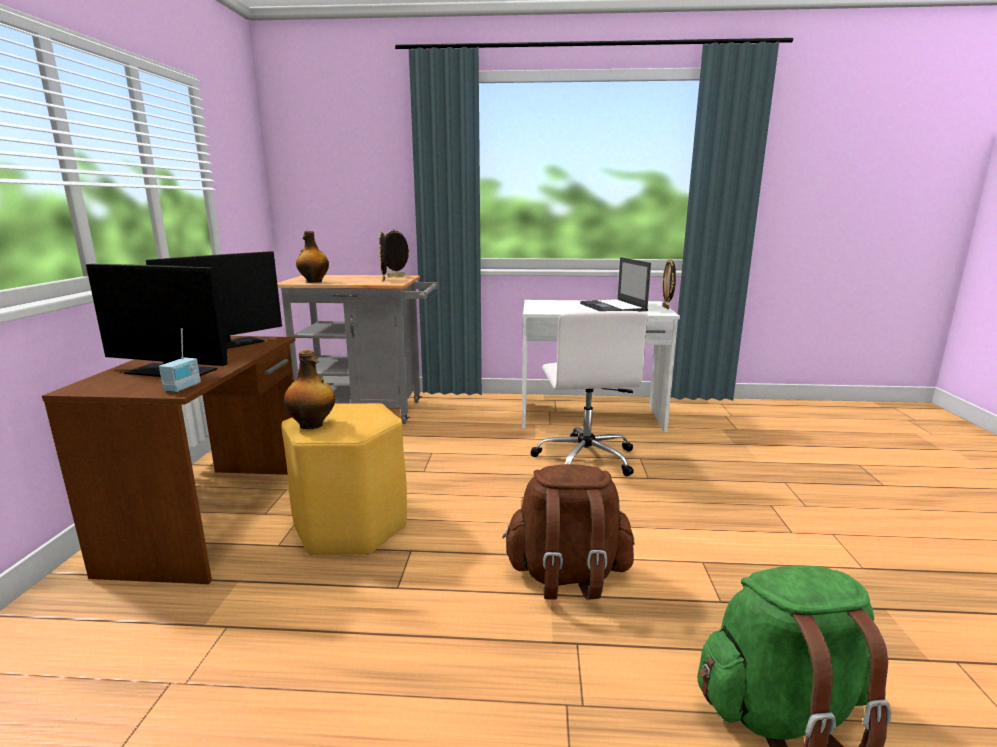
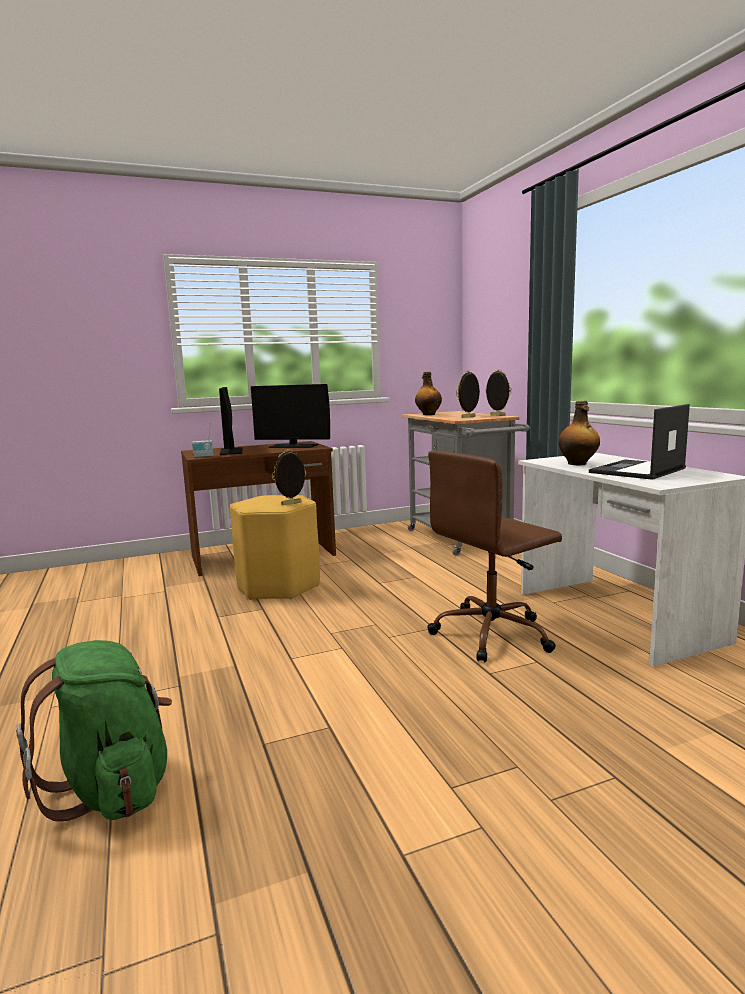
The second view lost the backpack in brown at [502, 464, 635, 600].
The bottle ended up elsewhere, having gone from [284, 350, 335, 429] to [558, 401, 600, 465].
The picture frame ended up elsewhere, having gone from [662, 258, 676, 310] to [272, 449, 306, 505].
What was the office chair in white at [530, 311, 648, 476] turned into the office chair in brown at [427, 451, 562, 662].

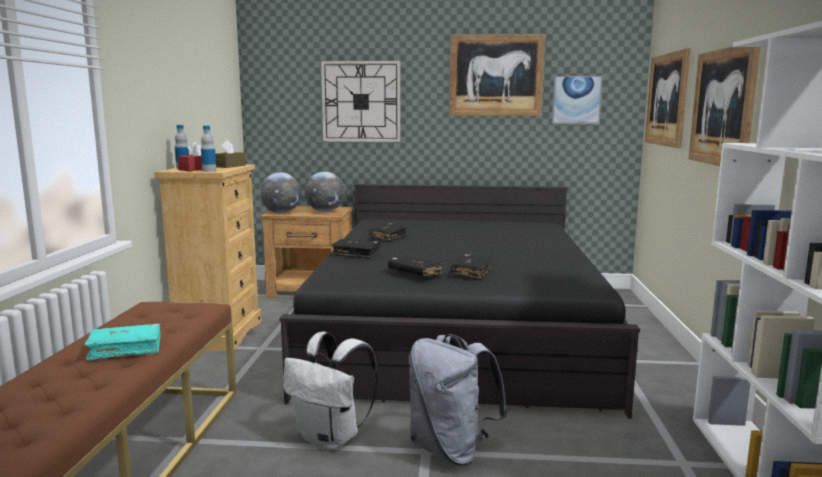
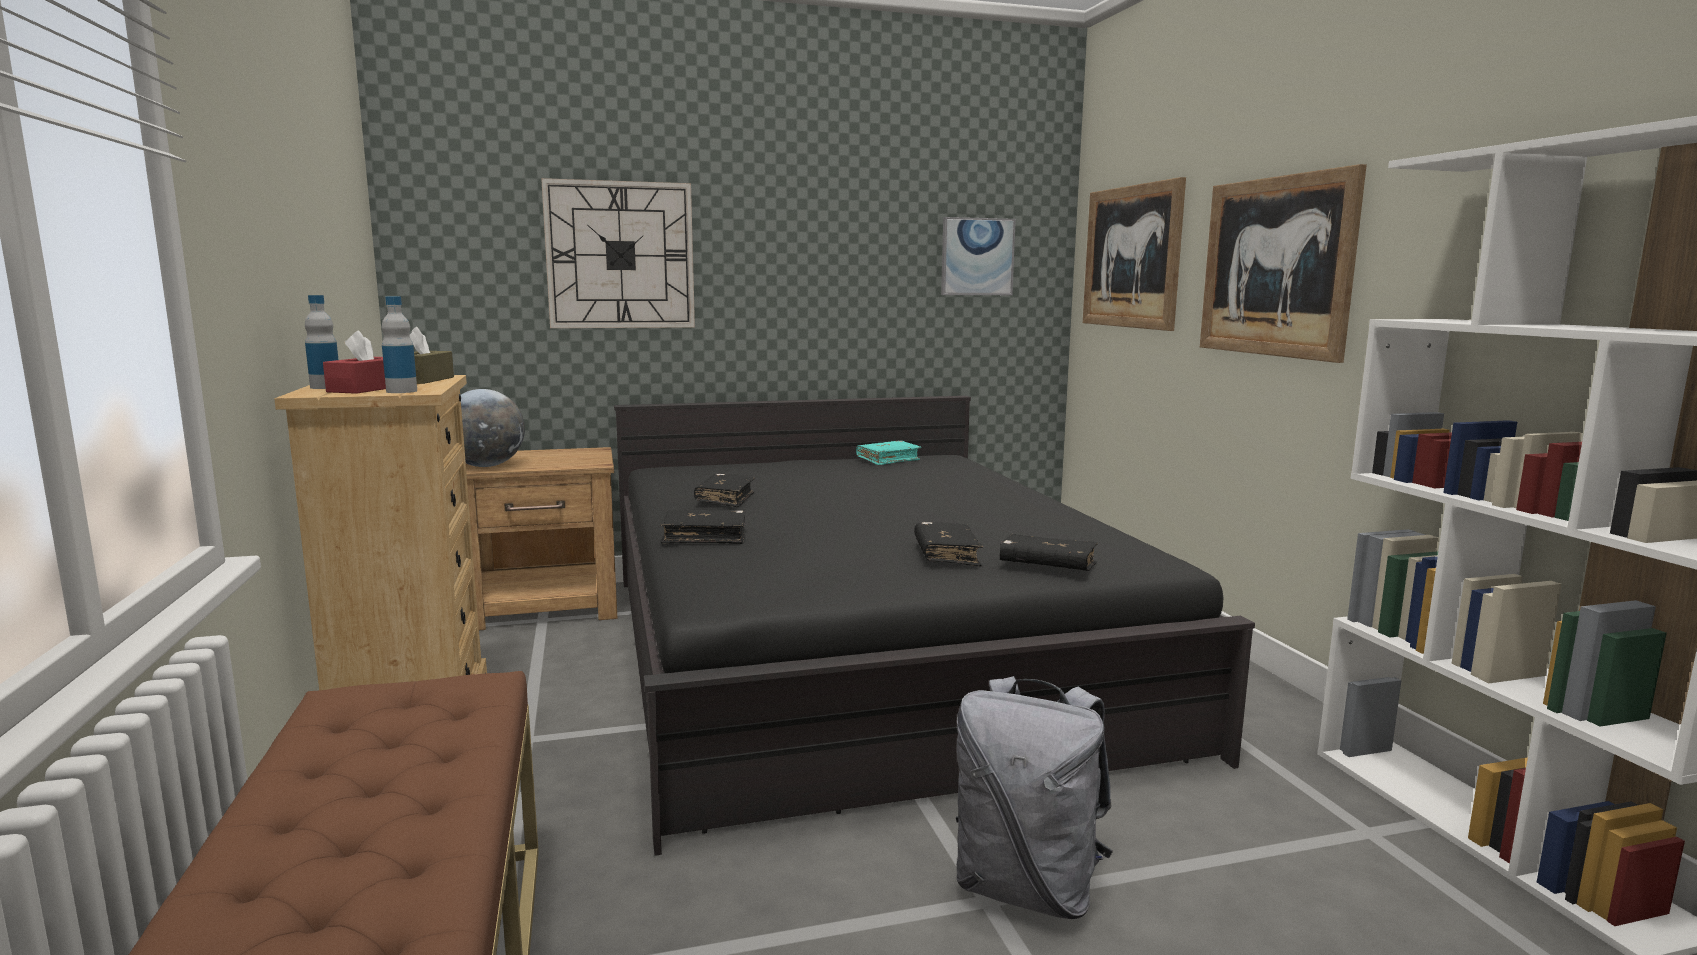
The second view lost the backpack in white at [283, 332, 378, 450].
The second view lost the globe at [305, 172, 345, 212].
The second view lost the picture at [449, 34, 545, 116].
The book in turquoise ended up elsewhere, having gone from [85, 323, 161, 360] to [856, 440, 921, 465].
The book in black ended up elsewhere, having gone from [388, 256, 445, 277] to [999, 534, 1098, 571].

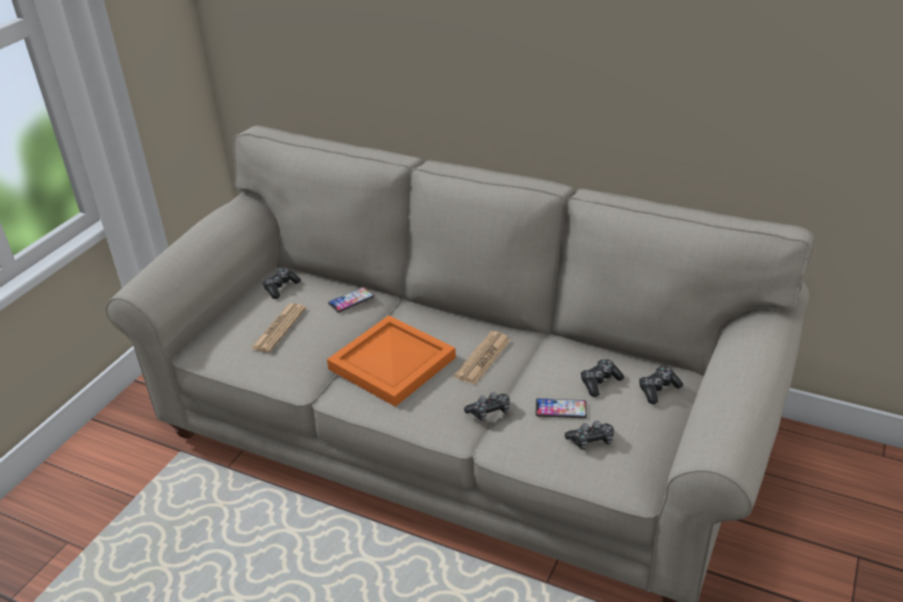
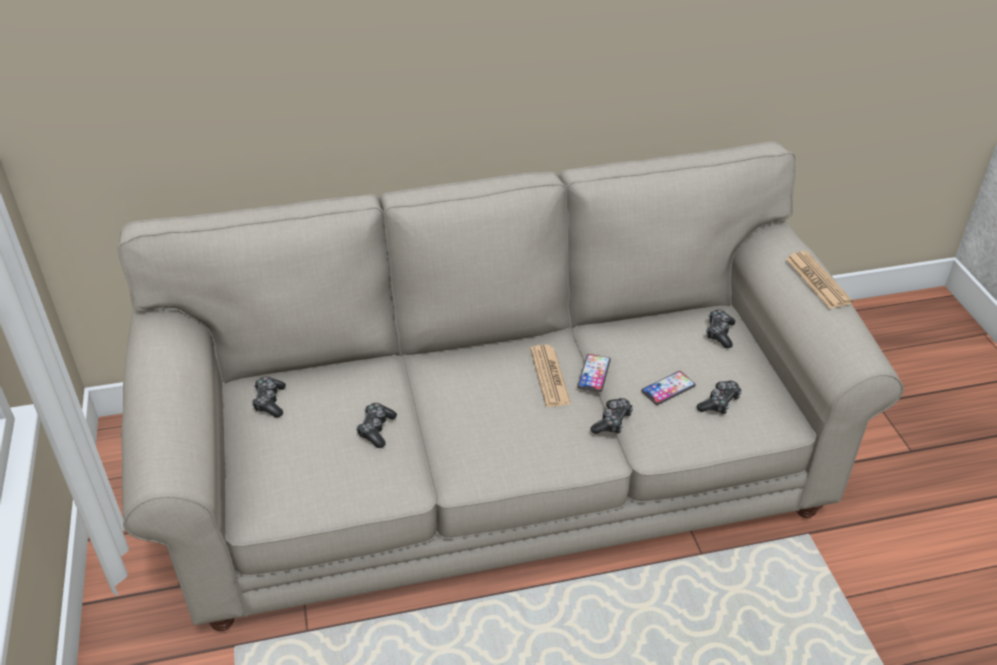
The second view lost the tray in orange at [327, 315, 456, 407].
The newspaper ended up elsewhere, having gone from [250, 303, 306, 353] to [786, 251, 853, 309].
The phone ended up elsewhere, having gone from [328, 287, 374, 313] to [577, 354, 611, 392].
The game controller ended up elsewhere, having gone from [581, 359, 624, 397] to [356, 403, 397, 448].

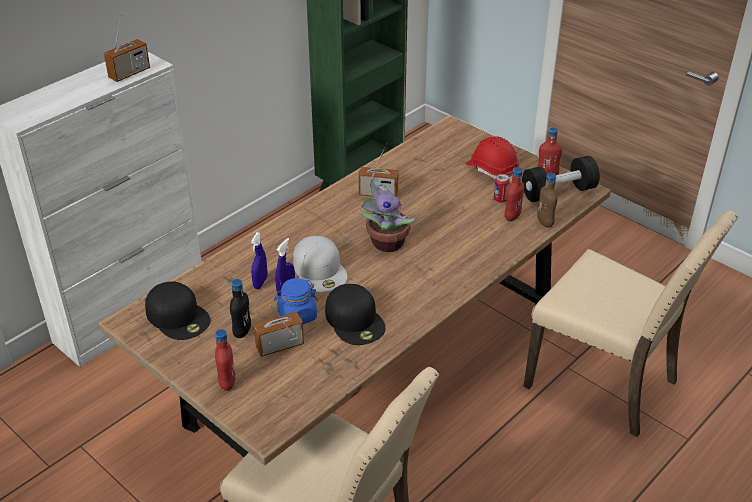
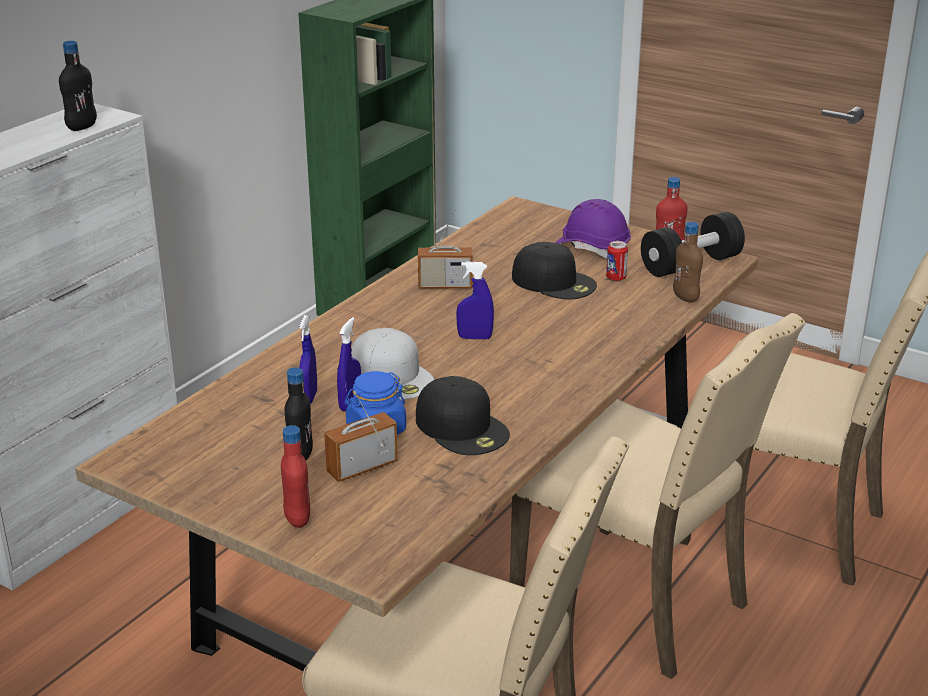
The second view lost the bottle in red at [505, 167, 524, 221].
The second view gained the chair in beige at [510, 313, 805, 679].
The cap in black ended up elsewhere, having gone from [145, 281, 211, 340] to [512, 242, 597, 299].
Where the radio stood at [104, 13, 150, 82], the bottle in black came to stand at [59, 41, 97, 131].
Where the potted plant stood at [360, 172, 418, 252], the spray bottle in blue came to stand at [456, 261, 494, 339].
What was the hard hat in red at [466, 136, 519, 182] turned into the hard hat in purple at [555, 199, 631, 259].

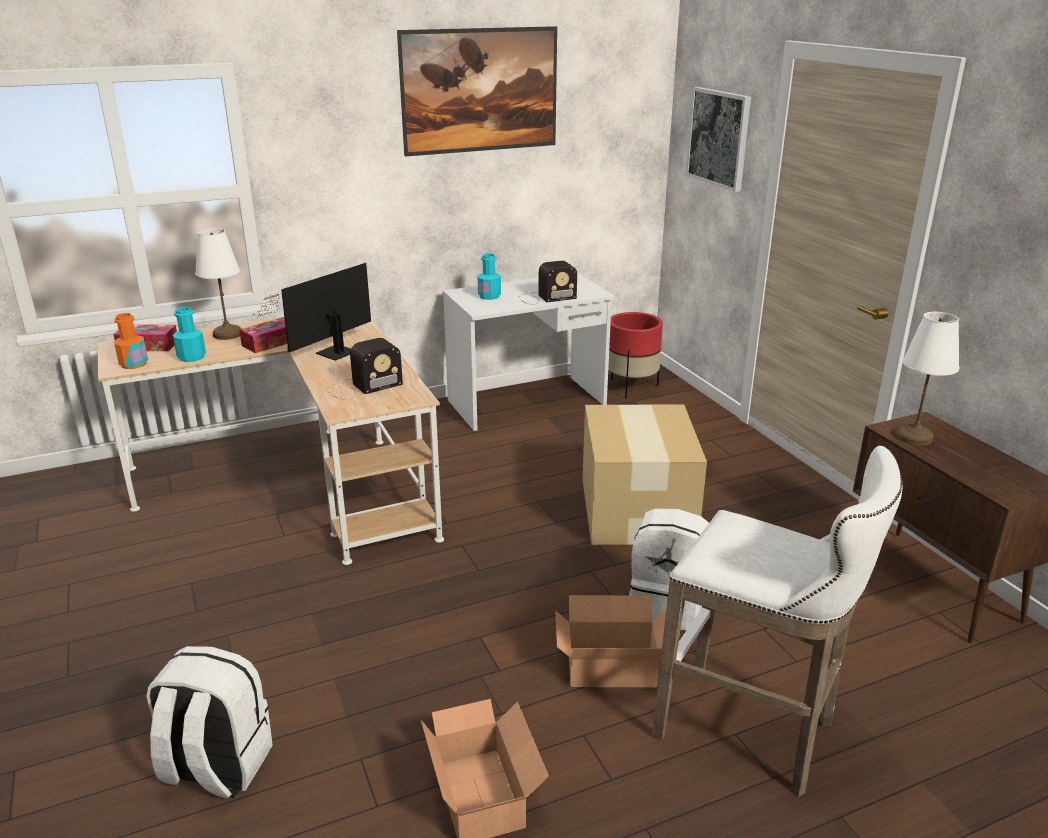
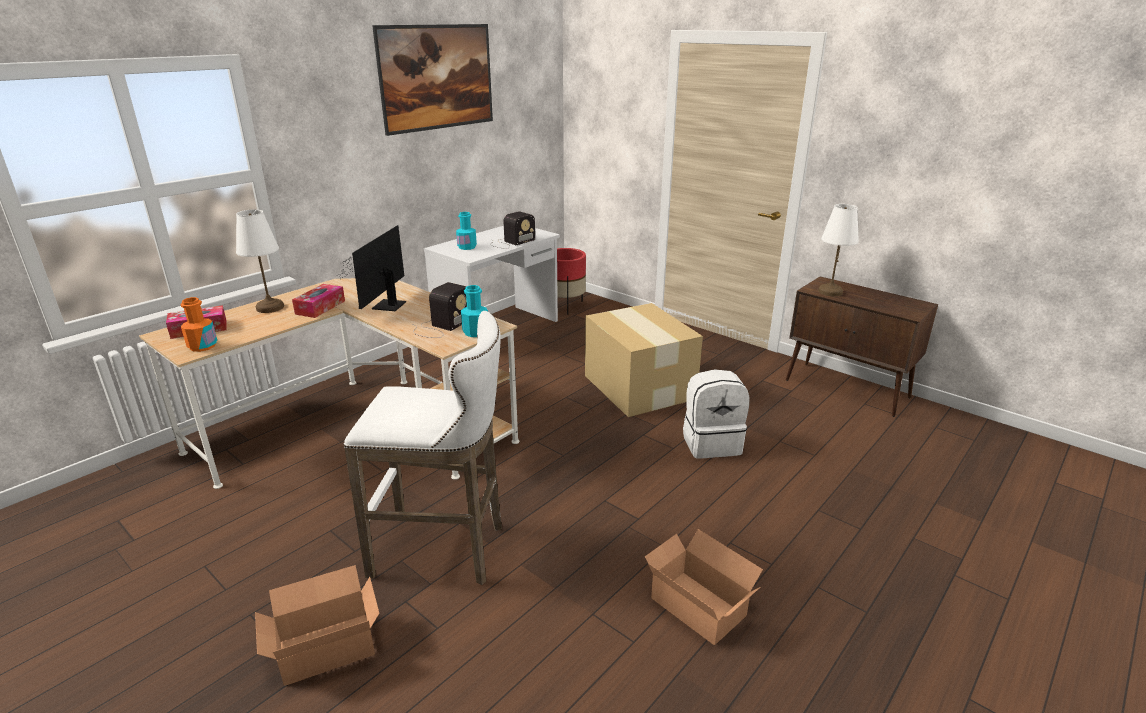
The second view lost the backpack in white at [147, 646, 273, 798].
The second view lost the picture at [686, 87, 751, 192].
The bottle in turquoise ended up elsewhere, having gone from [173, 307, 206, 362] to [461, 285, 488, 337].
The cardboard box ended up elsewhere, having gone from [555, 595, 666, 687] to [255, 565, 380, 686].
The stool in white ended up elsewhere, having gone from [652, 446, 902, 796] to [344, 311, 502, 585].

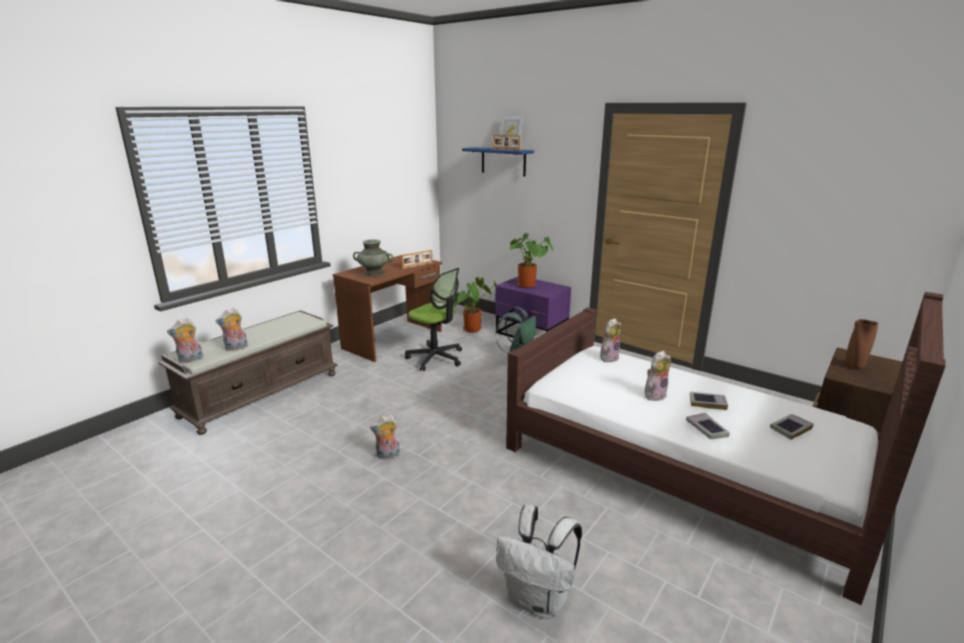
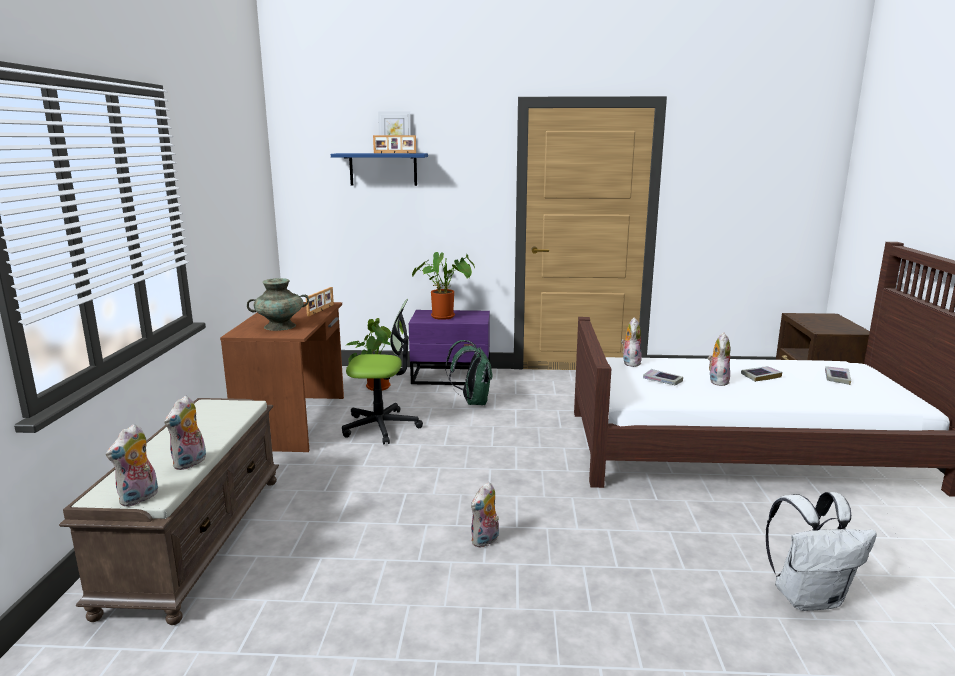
The second view lost the vase in brown at [845, 319, 878, 369].
The book ended up elsewhere, having gone from [686, 413, 730, 439] to [643, 369, 683, 385].

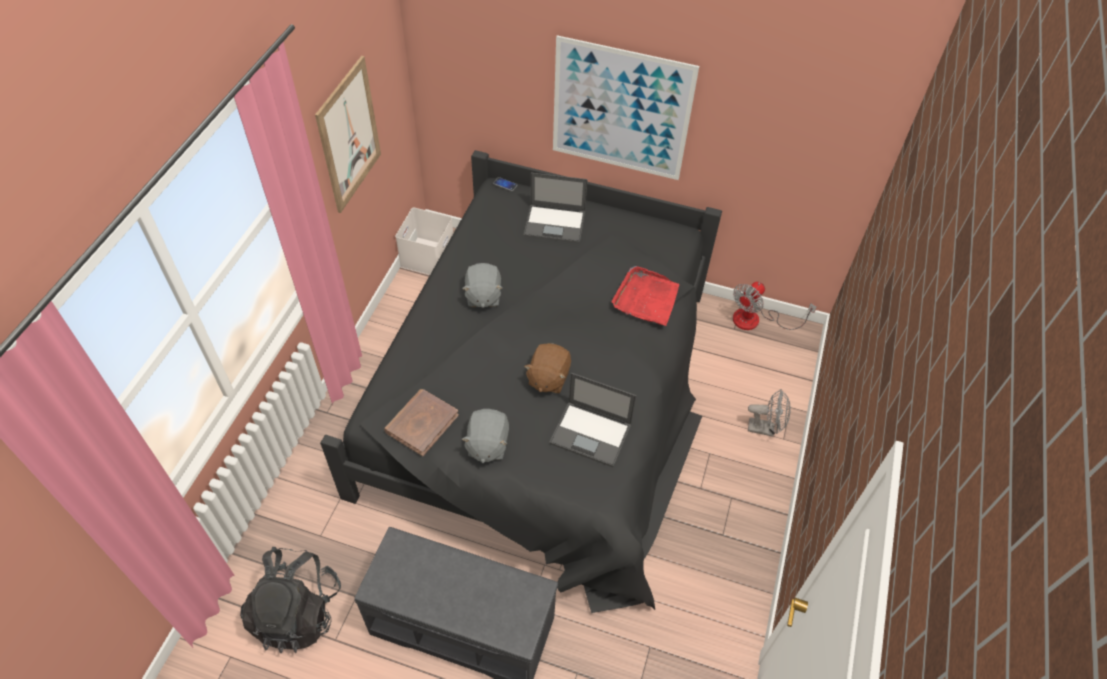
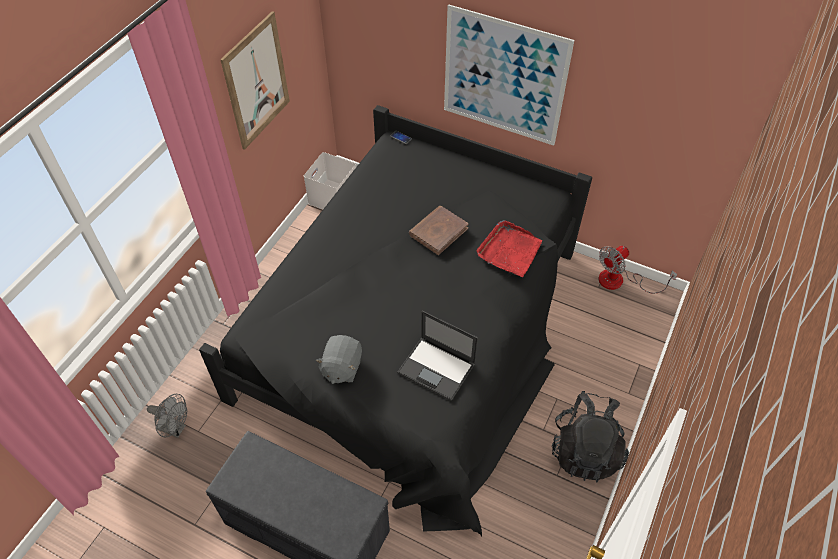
The second view lost the plush toy in grey at [462, 263, 503, 308].
The second view lost the laptop at [524, 173, 588, 243].
The second view lost the plush toy in brown at [524, 343, 571, 393].
The backpack in black ended up elsewhere, having gone from [240, 547, 341, 653] to [552, 391, 629, 482].
The book in brown ended up elsewhere, having gone from [384, 389, 459, 456] to [409, 206, 469, 255].
The fan in grey ended up elsewhere, having gone from [748, 389, 790, 437] to [147, 394, 187, 438].

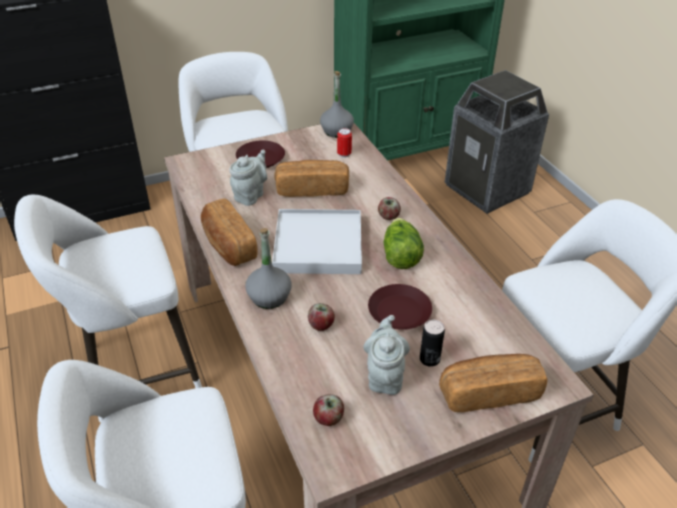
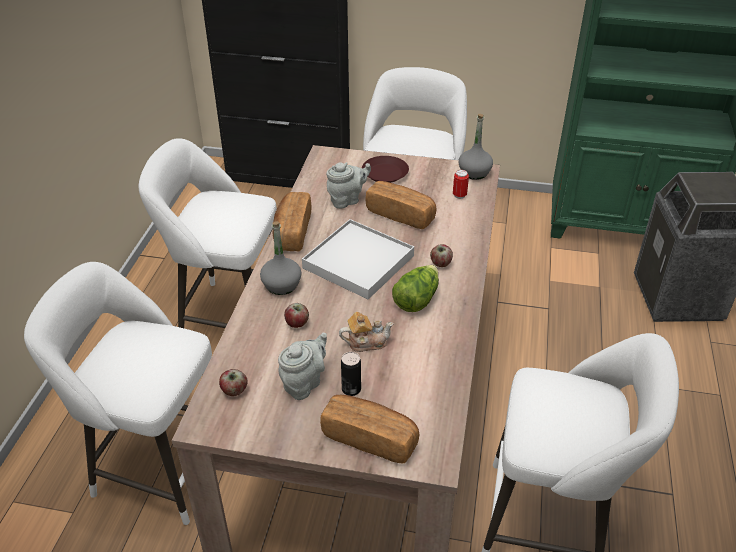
Where the plate in brown stood at [368, 284, 432, 330], the teapot came to stand at [339, 312, 394, 352].

